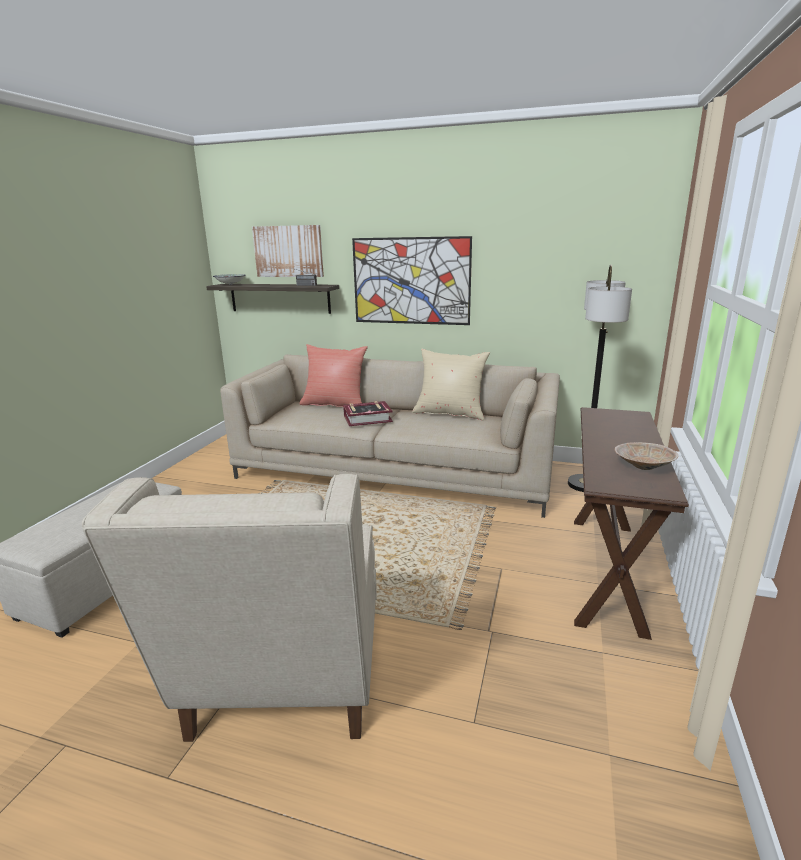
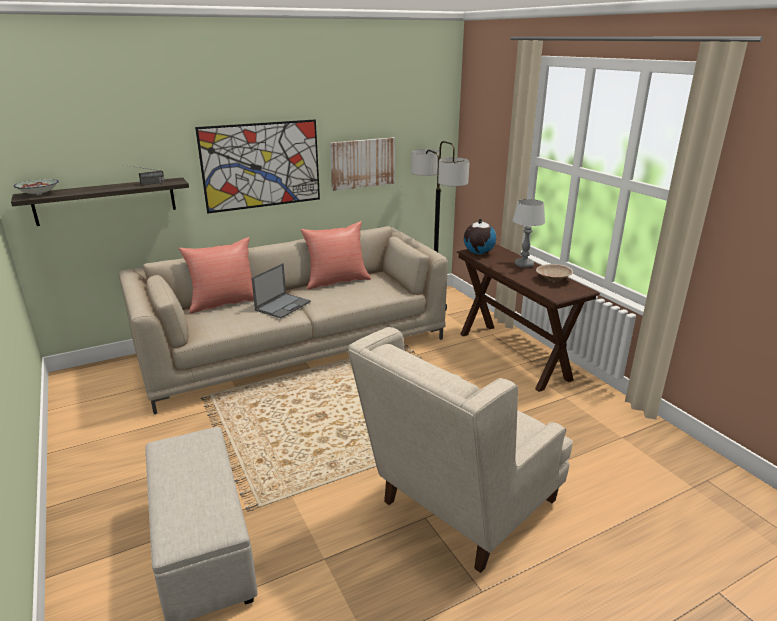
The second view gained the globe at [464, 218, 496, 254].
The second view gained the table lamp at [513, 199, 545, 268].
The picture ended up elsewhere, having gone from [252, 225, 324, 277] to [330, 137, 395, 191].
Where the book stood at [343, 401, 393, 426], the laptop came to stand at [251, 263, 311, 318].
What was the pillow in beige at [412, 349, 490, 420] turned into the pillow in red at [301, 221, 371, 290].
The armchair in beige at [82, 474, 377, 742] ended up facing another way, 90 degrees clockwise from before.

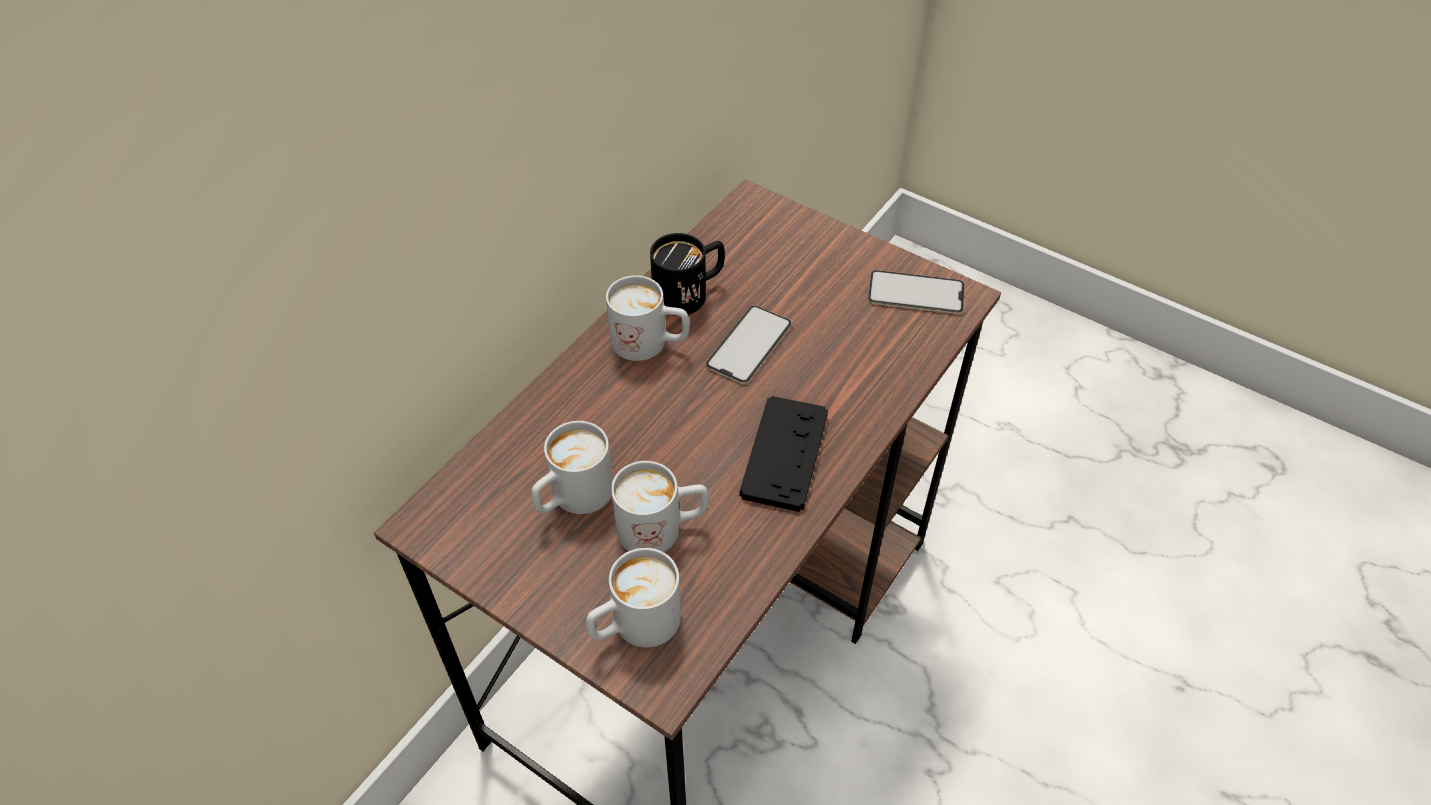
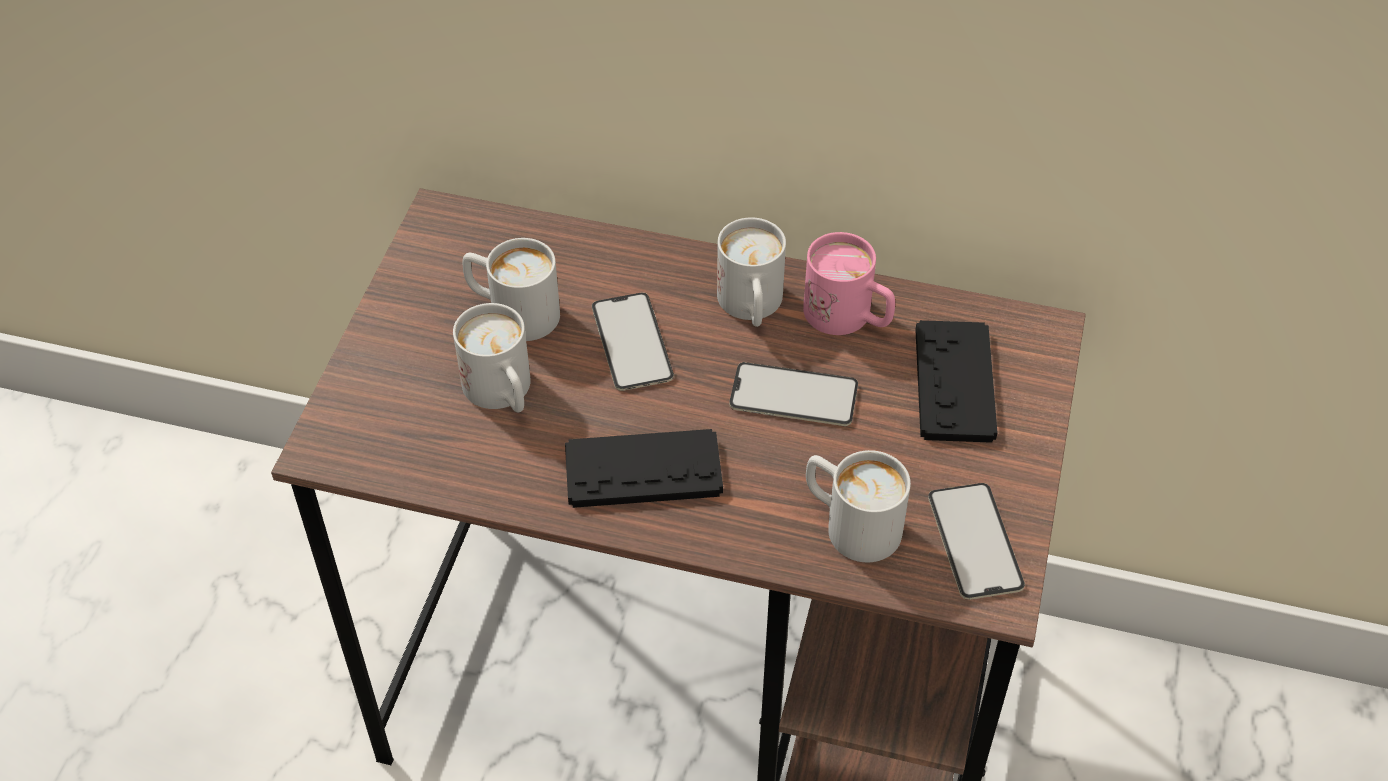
The second view gained the phone at [592, 293, 674, 391].
The second view gained the game controller in black at [915, 320, 998, 443].
The mug in white ended up elsewhere, having gone from [586, 548, 681, 647] to [806, 450, 911, 562].
What was the mug in black at [650, 233, 725, 316] turned into the mug in pink at [803, 232, 895, 335].

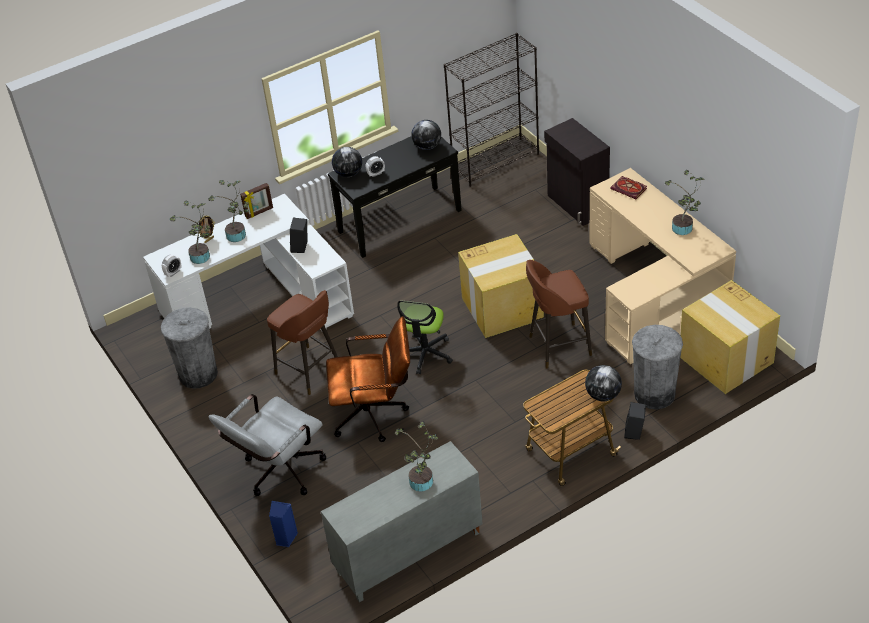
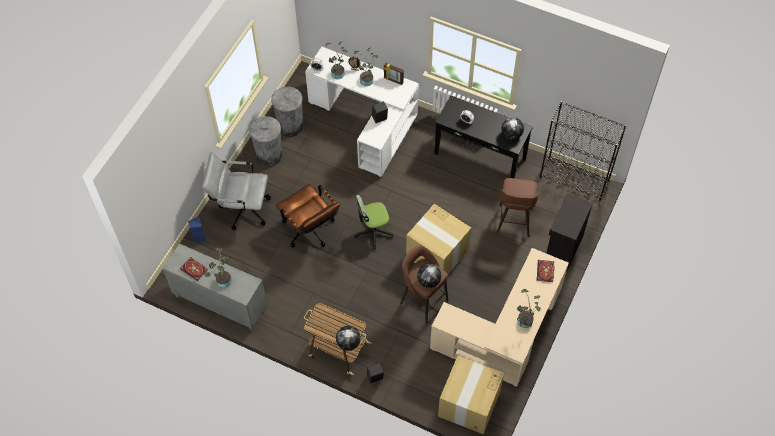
The second view gained the book at [180, 257, 208, 281].
The stool in brown ended up elsewhere, having gone from [267, 290, 338, 395] to [496, 178, 538, 237].
The globe ended up elsewhere, having gone from [332, 147, 362, 177] to [417, 264, 441, 288].
The trash can in grey ended up elsewhere, having gone from [632, 325, 683, 409] to [249, 116, 282, 167].

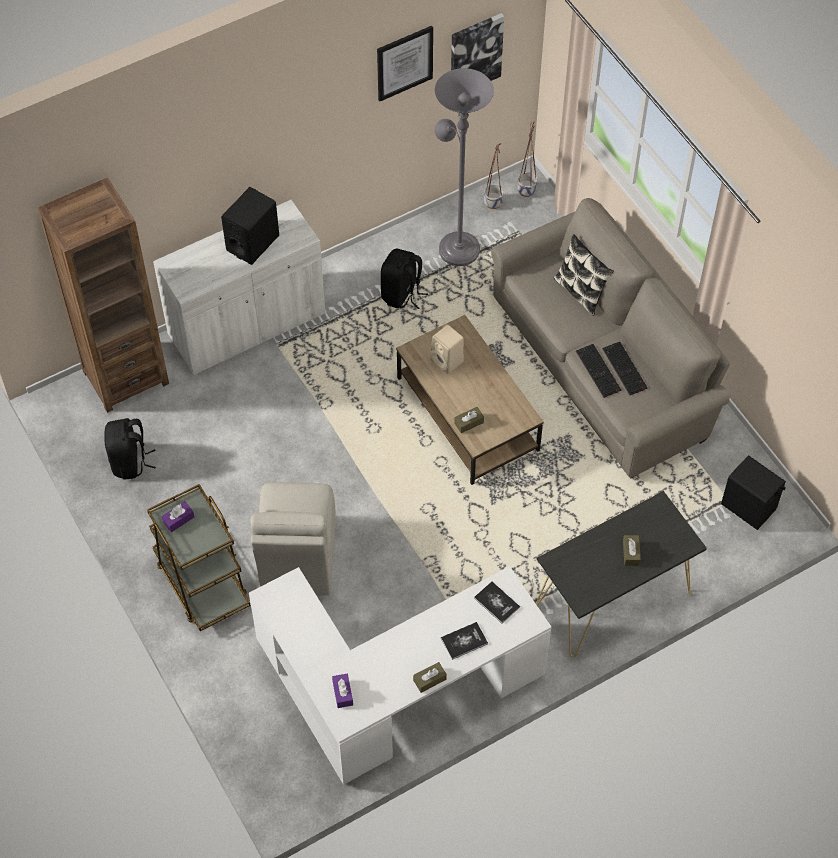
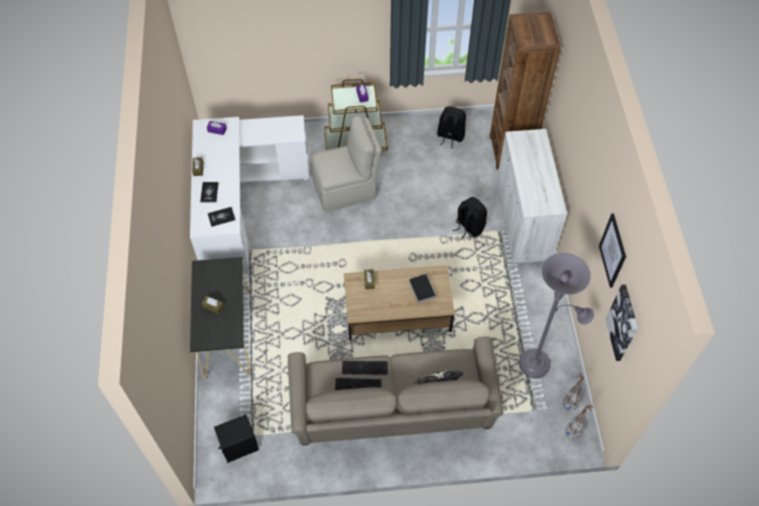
The second view lost the speaker in black at [221, 187, 279, 265].
The backpack in black ended up elsewhere, having gone from [381, 248, 428, 309] to [452, 197, 487, 240].
Where the speaker in beige stood at [430, 325, 464, 374], the book came to stand at [409, 273, 436, 303].
The chair in beige at [250, 482, 335, 595] ended up facing another way, 135 degrees clockwise from before.

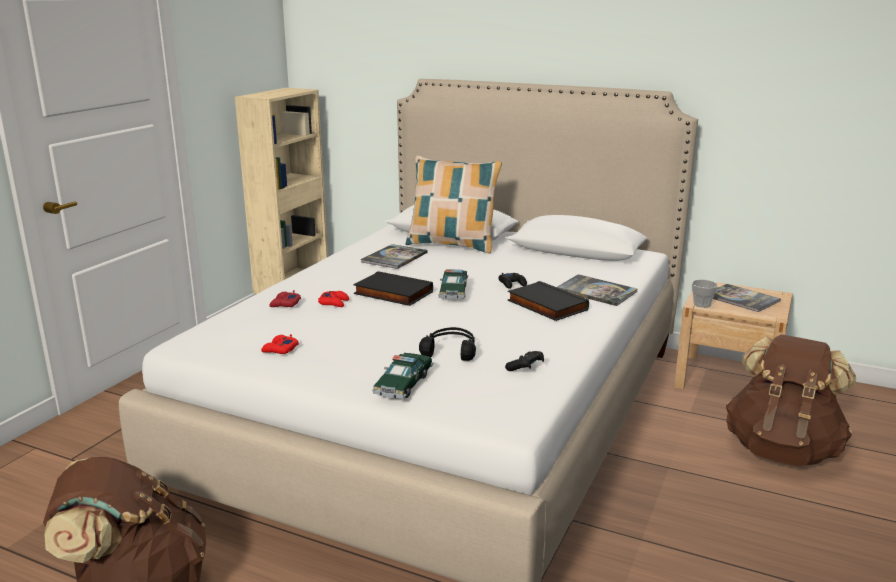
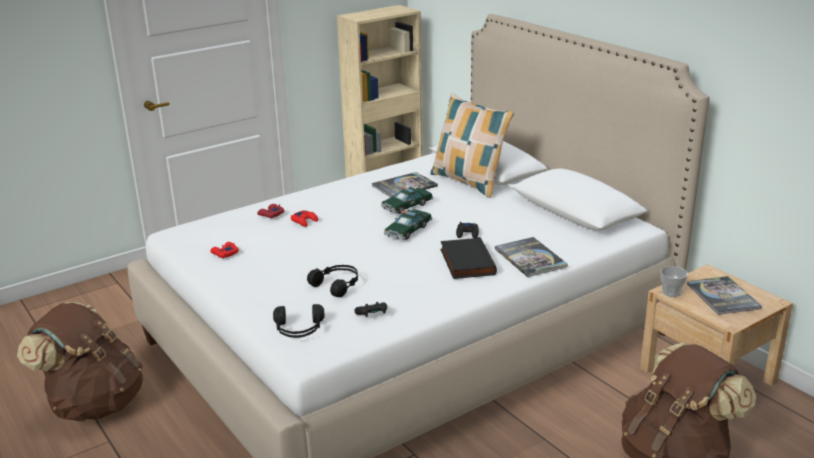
The second view lost the book in black at [353, 271, 433, 306].
The second view gained the headphones in black at [273, 304, 324, 338].
The toy car ended up elsewhere, having gone from [372, 353, 433, 399] to [381, 187, 433, 214].

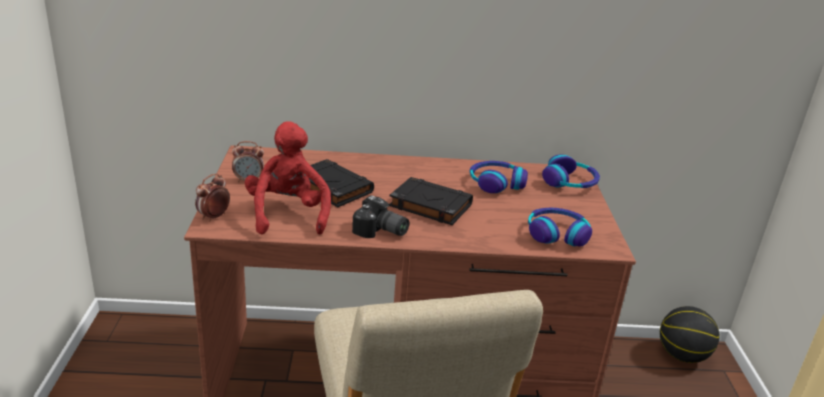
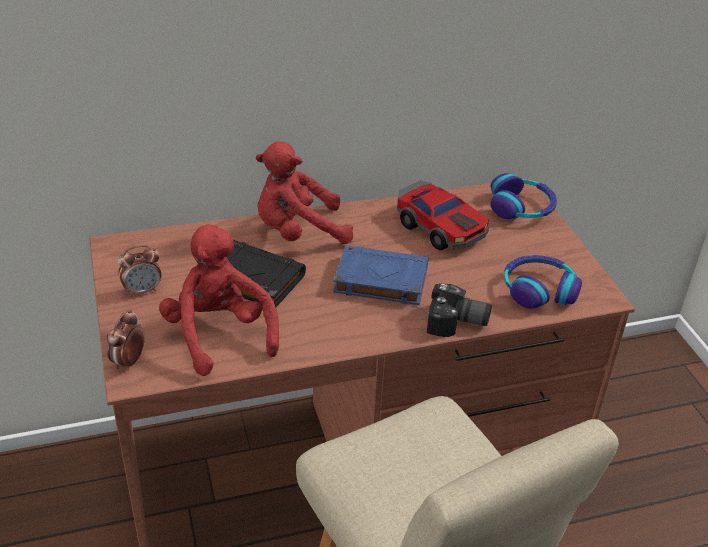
The second view lost the basketball at [660, 306, 719, 363].
The second view gained the plush toy in red at [256, 141, 353, 244].
The photo camera ended up elsewhere, having gone from [352, 195, 409, 238] to [427, 283, 492, 337].
Where the headphones stood at [469, 161, 528, 193], the toy car came to stand at [397, 180, 489, 250].
What was the book in black at [389, 177, 473, 225] turned into the book in blue at [333, 245, 428, 305].

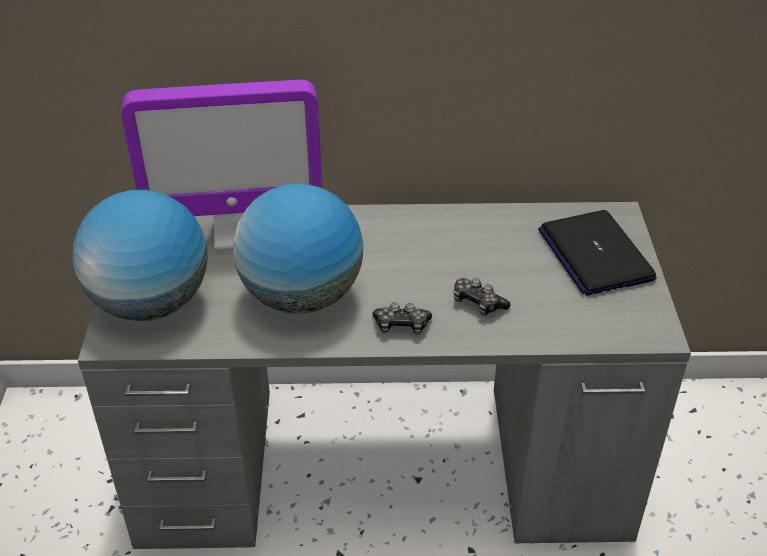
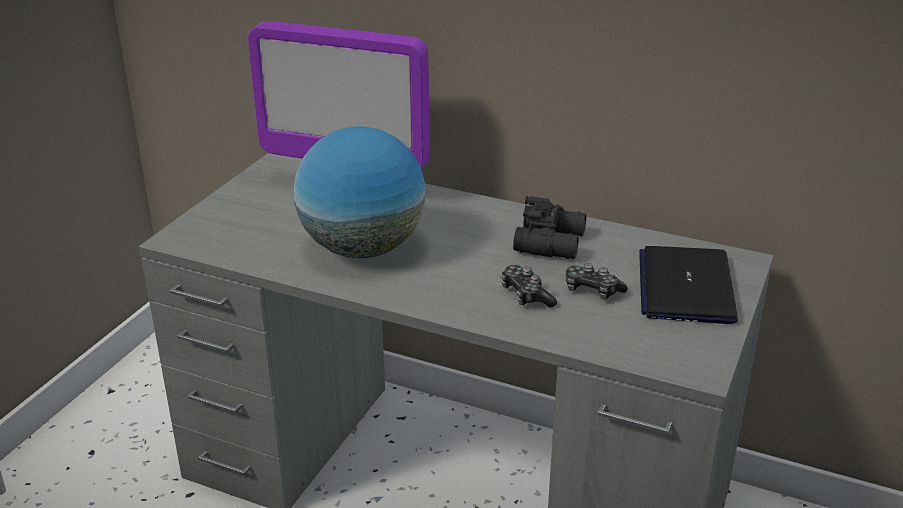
The second view lost the globe at [73, 190, 208, 321].
The second view gained the binoculars in black at [513, 196, 586, 259].
The game controller ended up elsewhere, having gone from [372, 302, 432, 335] to [566, 263, 628, 300].

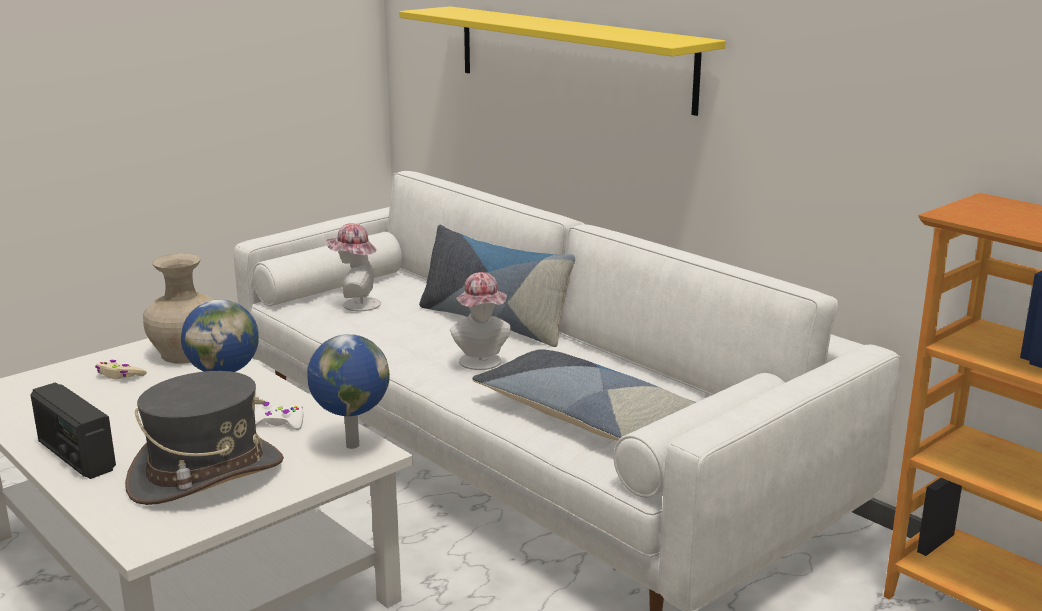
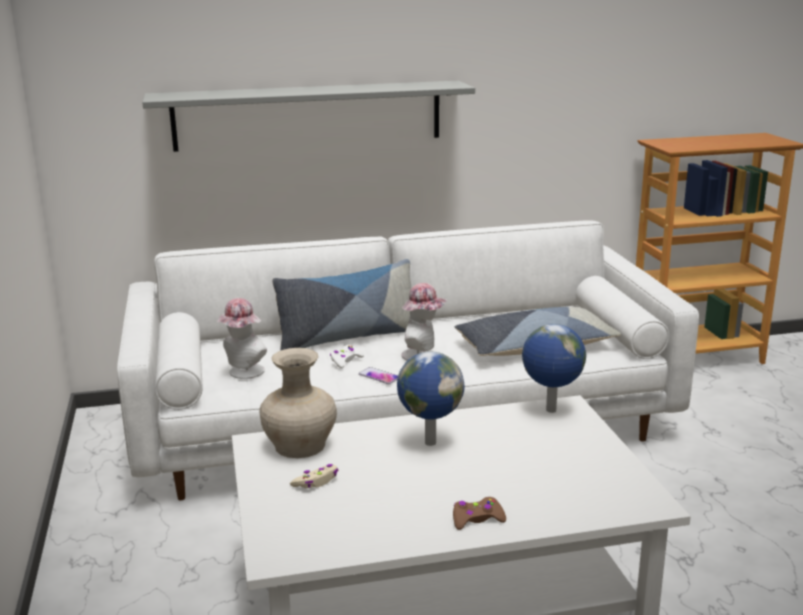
The second view lost the hat in grey at [125, 371, 284, 505].
The second view gained the phone at [359, 367, 398, 384].
The game controller in white ended up elsewhere, having gone from [255, 402, 303, 430] to [330, 345, 364, 368].
Where the radio stood at [31, 383, 116, 479], the game controller in brown came to stand at [453, 497, 506, 530].
What was the shelf in yellow at [399, 6, 726, 116] turned into the shelf in grey at [142, 81, 475, 152].

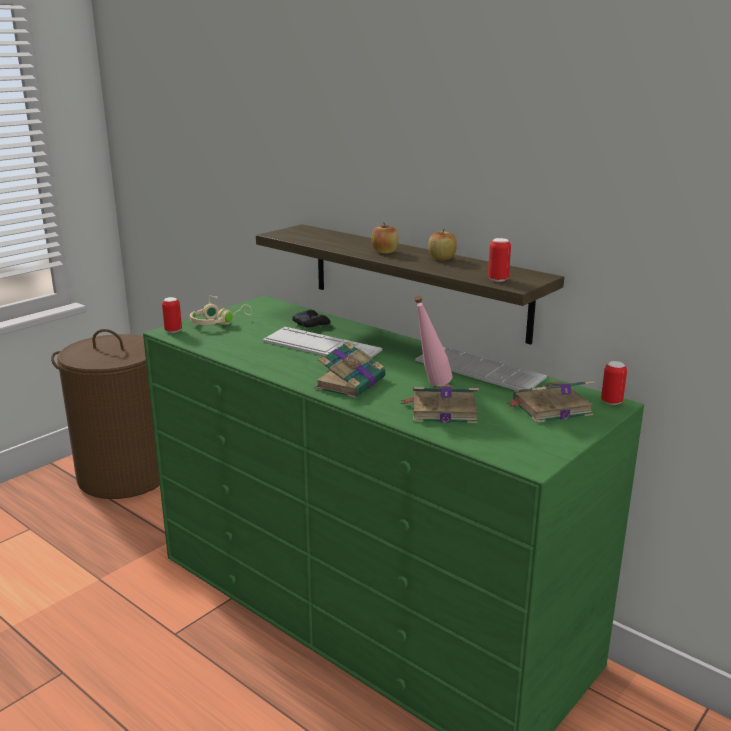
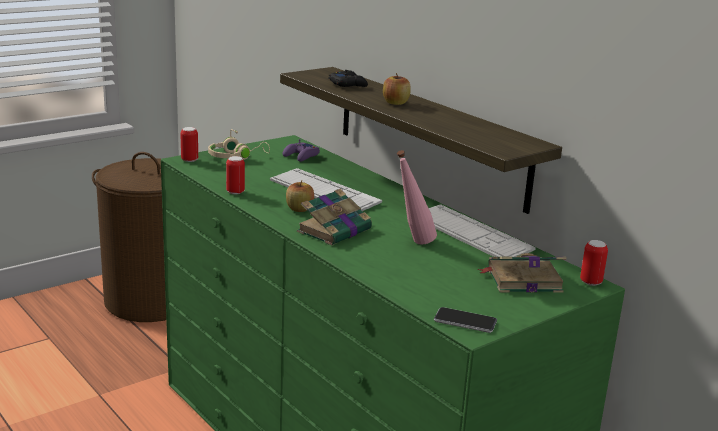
The second view lost the book at [401, 384, 479, 423].
The second view gained the game controller in purple at [282, 139, 320, 162].
The second view gained the phone at [434, 307, 497, 333].
The game controller in black ended up elsewhere, having gone from [292, 309, 331, 327] to [329, 70, 368, 87].
The apple ended up elsewhere, having gone from [428, 228, 457, 261] to [286, 181, 314, 212].
The can ended up elsewhere, having gone from [488, 238, 511, 282] to [226, 156, 245, 194].

